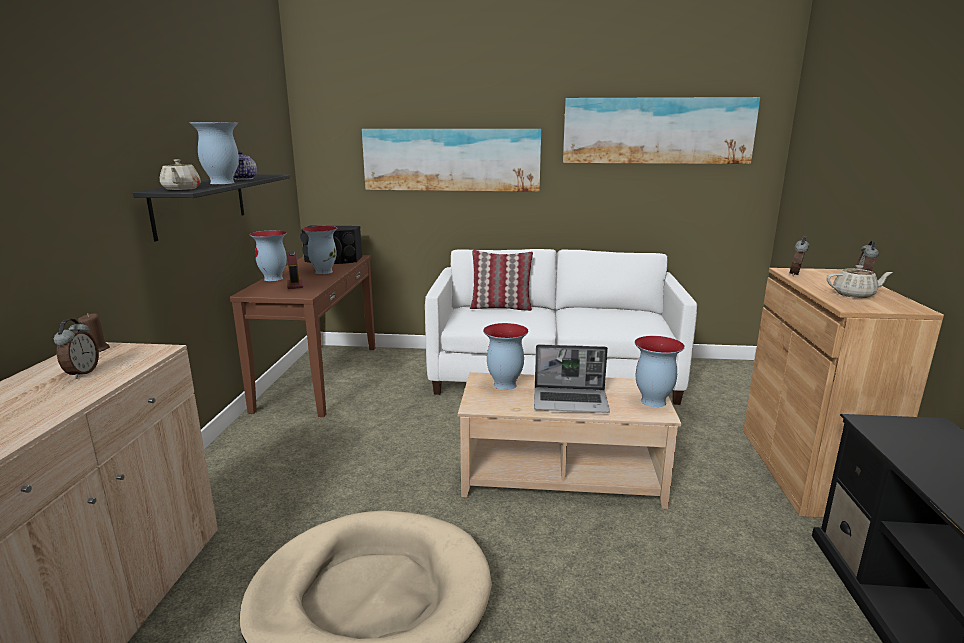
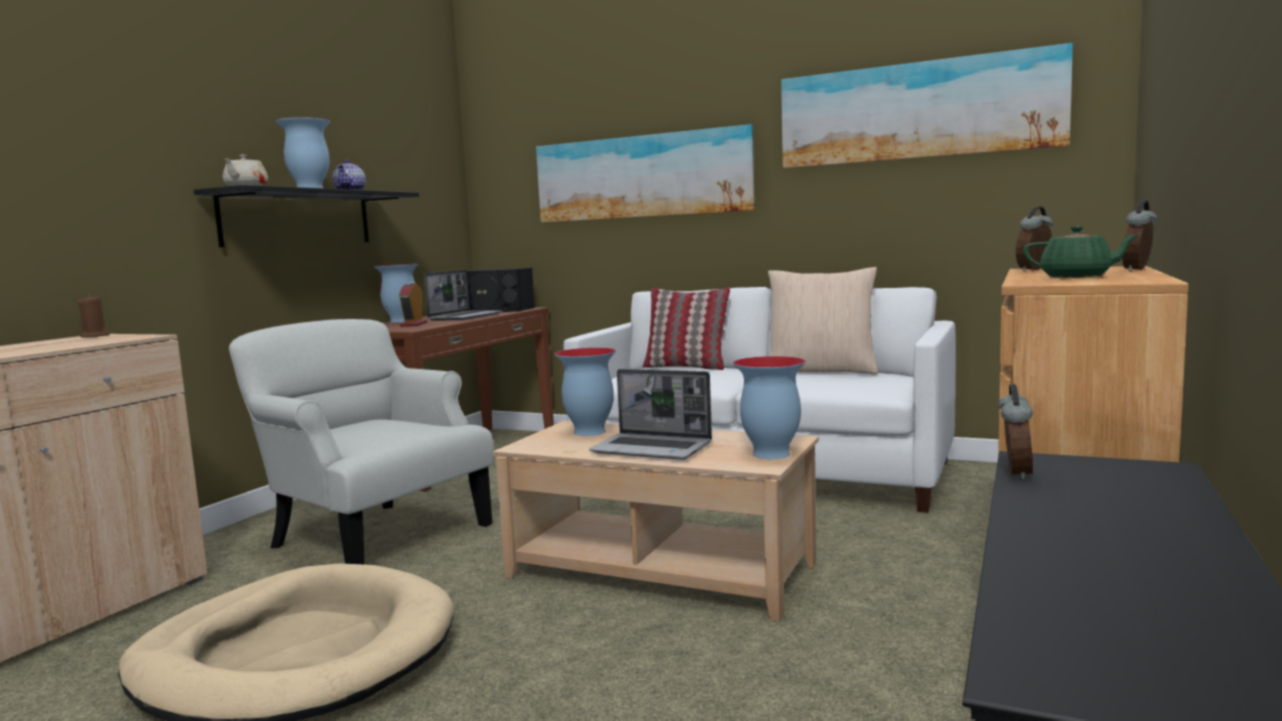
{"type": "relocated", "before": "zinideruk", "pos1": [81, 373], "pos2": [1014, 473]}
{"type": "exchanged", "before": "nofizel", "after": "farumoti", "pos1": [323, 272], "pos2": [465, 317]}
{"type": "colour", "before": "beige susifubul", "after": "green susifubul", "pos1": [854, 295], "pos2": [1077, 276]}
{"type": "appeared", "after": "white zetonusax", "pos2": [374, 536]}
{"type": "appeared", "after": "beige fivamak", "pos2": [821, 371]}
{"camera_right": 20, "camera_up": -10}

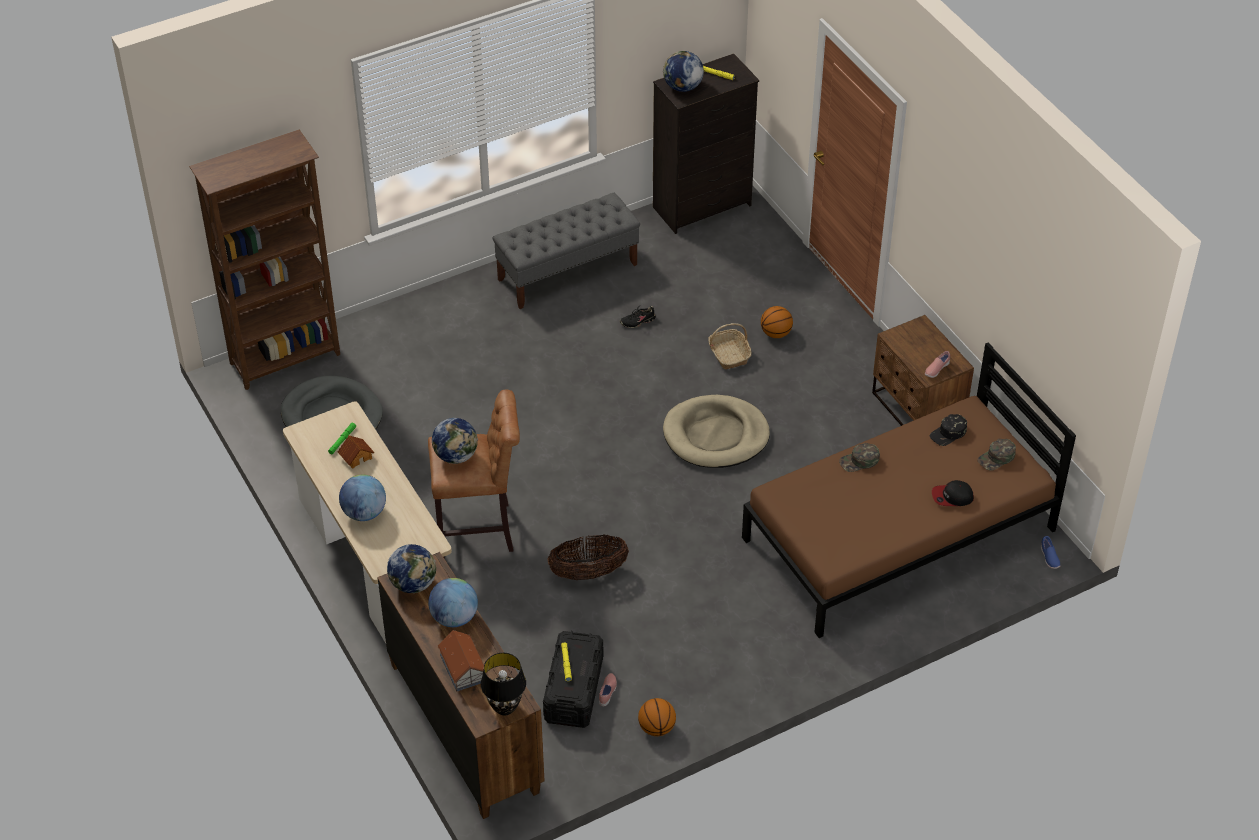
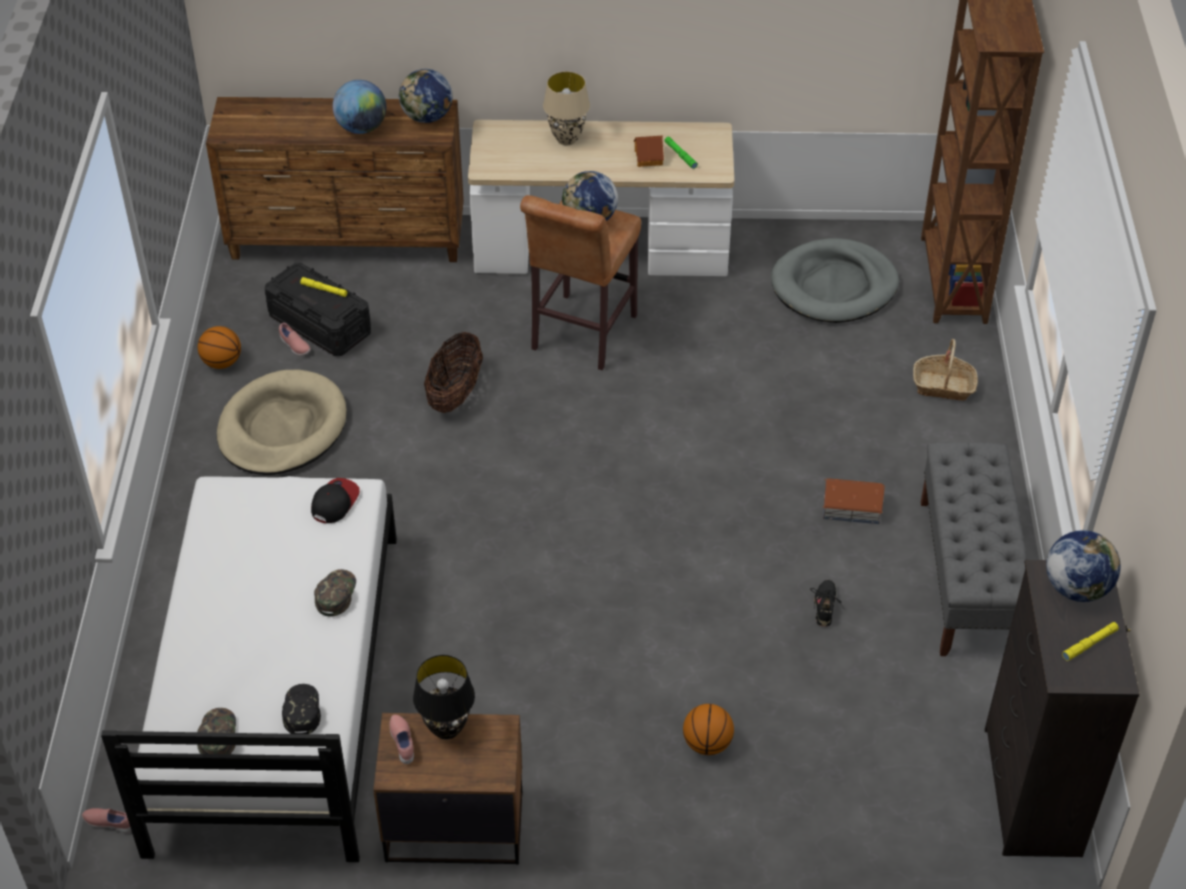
{"type": "exchanged", "before": "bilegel", "after": "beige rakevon", "pos1": [364, 513], "pos2": [566, 139]}
{"type": "relocated", "before": "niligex", "pos1": [463, 667], "pos2": [852, 508]}
{"type": "relocated", "before": "black rakevon", "pos1": [504, 708], "pos2": [447, 728]}
{"type": "relocated", "before": "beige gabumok", "pos1": [716, 435], "pos2": [282, 428]}
{"type": "relocated", "before": "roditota", "pos1": [729, 354], "pos2": [943, 386]}
{"type": "colour", "before": "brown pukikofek", "after": "white pukikofek", "pos1": [899, 534], "pos2": [276, 688]}
{"type": "relocated", "before": "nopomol", "pos1": [952, 497], "pos2": [334, 502]}
{"type": "colour", "before": "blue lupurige", "after": "pink lupurige", "pos1": [1049, 558], "pos2": [109, 823]}
{"camera_right": 120, "camera_up": 0}

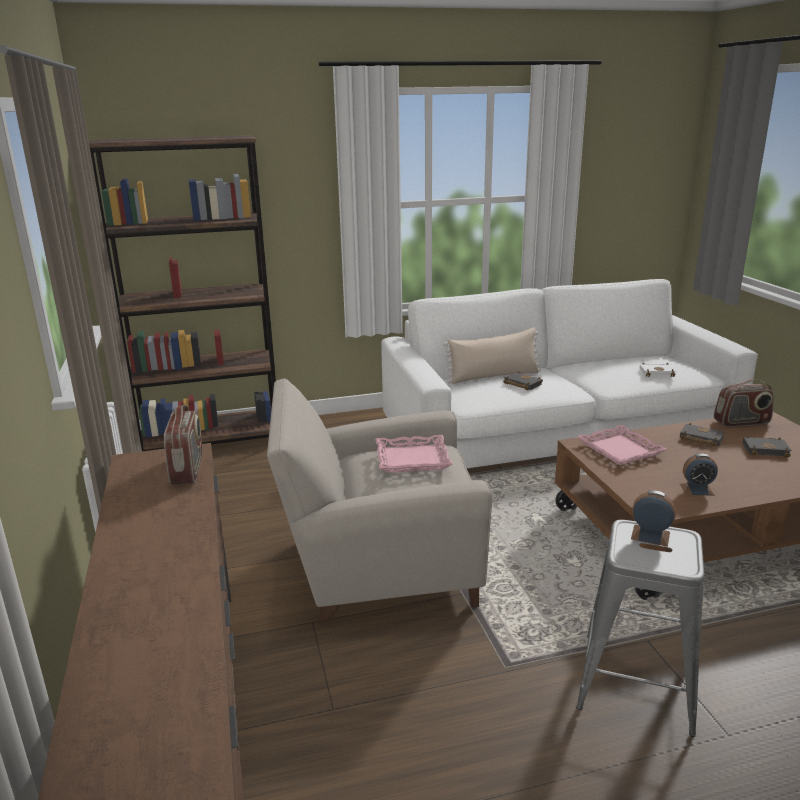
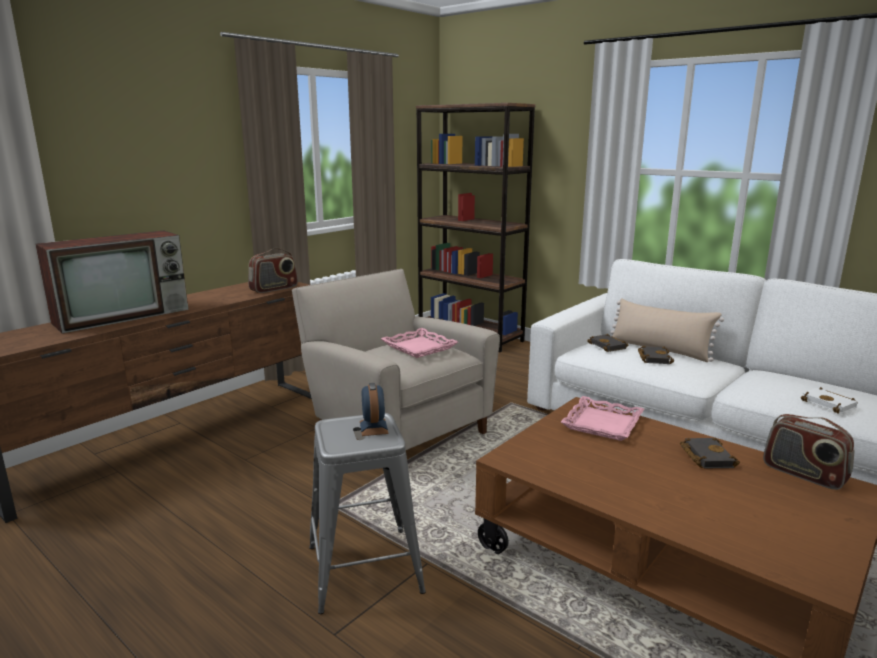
{"type": "missing", "before": "zinideruk", "pos1": [696, 489]}
{"type": "relocated", "before": "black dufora", "pos1": [766, 449], "pos2": [609, 346]}
{"type": "appeared", "after": "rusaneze", "pos2": [124, 315]}
{"camera_right": 55, "camera_up": -5}

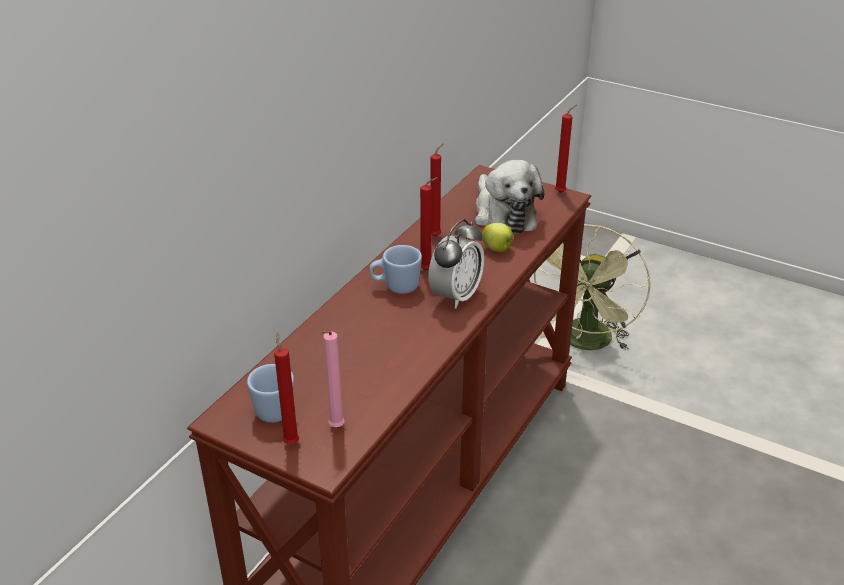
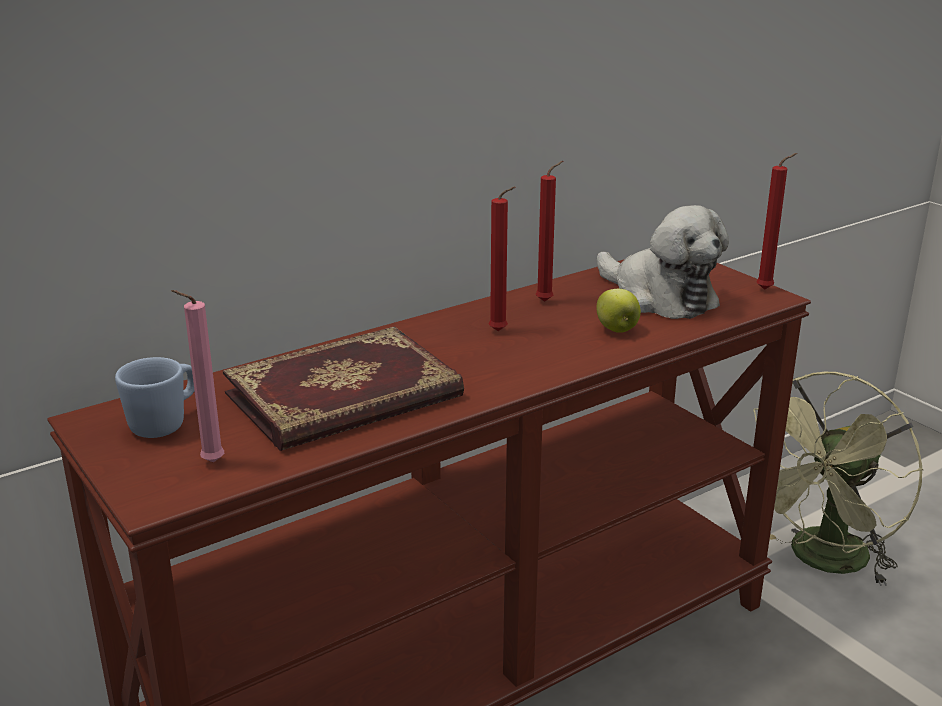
{"type": "missing", "before": "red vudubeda", "pos1": [291, 441]}
{"type": "missing", "before": "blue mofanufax", "pos1": [395, 287]}
{"type": "missing", "before": "zinideruk", "pos1": [455, 296]}
{"type": "spun", "before": "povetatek", "pos1": [503, 215], "pos2": [659, 297], "turn": -45}
{"type": "appeared", "after": "dufora", "pos2": [345, 397]}
{"camera_right": 25, "camera_up": -10}

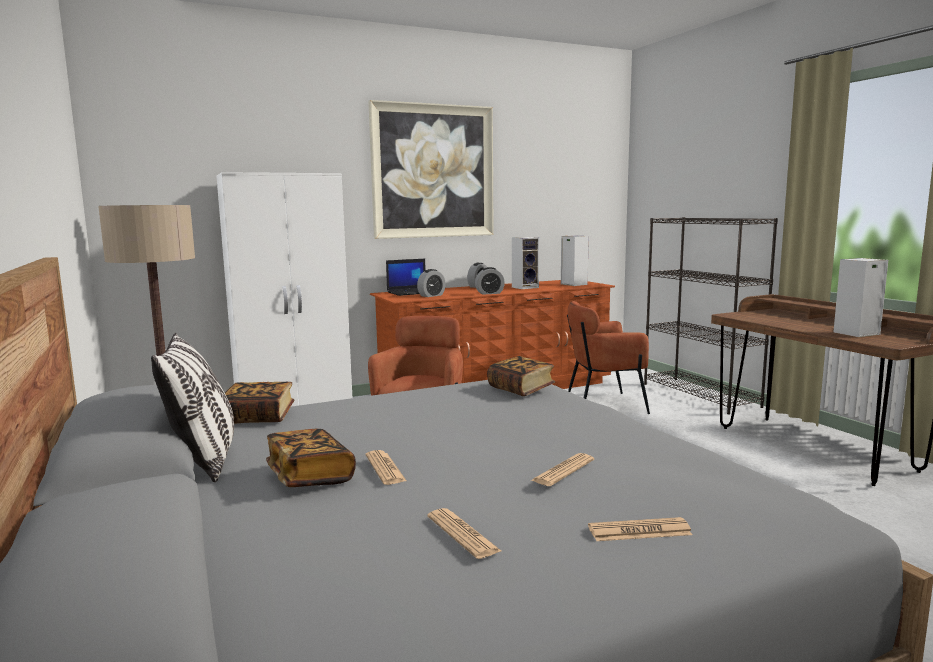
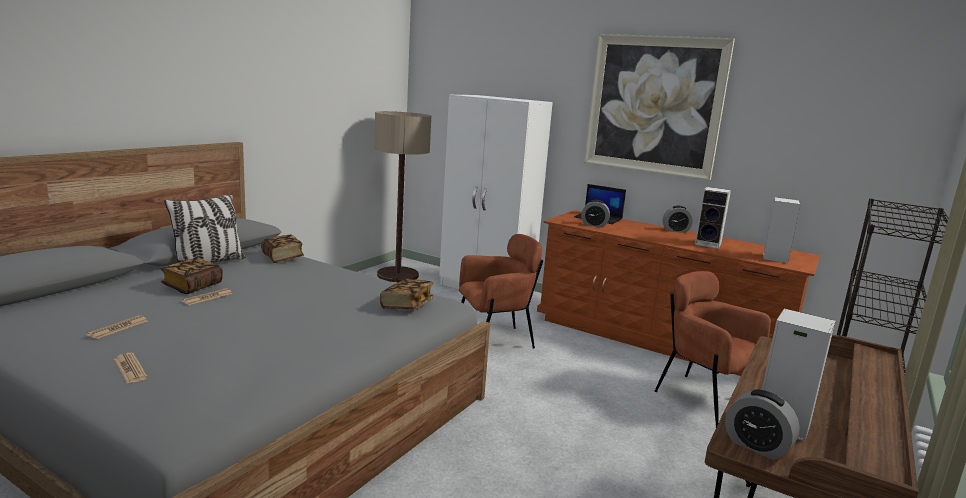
{"type": "relocated", "before": "zinideruk", "pos1": [489, 293], "pos2": [756, 446]}
{"type": "missing", "before": "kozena", "pos1": [563, 470]}
{"camera_right": 55, "camera_up": 5}

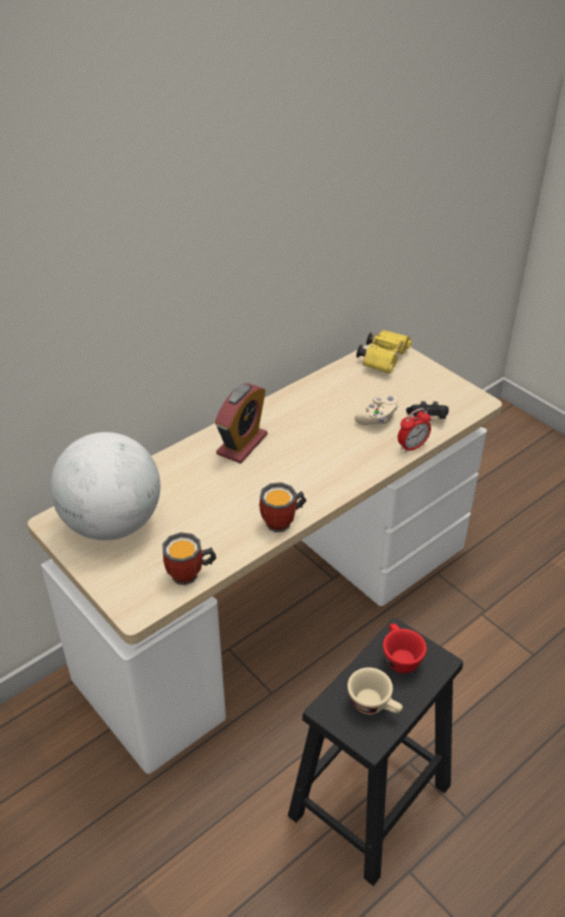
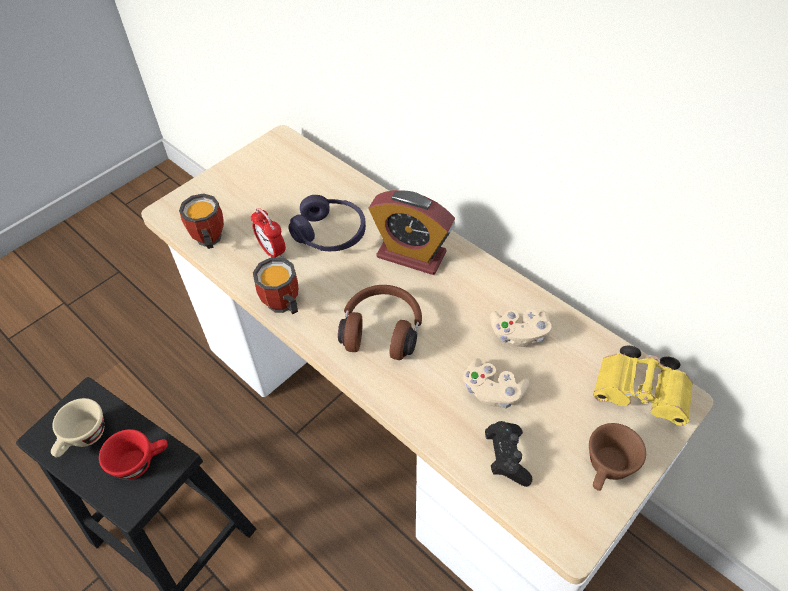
{"type": "missing", "before": "bilegel", "pos1": [112, 523]}
{"type": "relocated", "before": "zinideruk", "pos1": [412, 447], "pos2": [272, 251]}
{"type": "appeared", "after": "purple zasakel", "pos2": [330, 234]}
{"type": "appeared", "after": "brown zasakel", "pos2": [382, 330]}
{"type": "appeared", "after": "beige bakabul", "pos2": [518, 334]}
{"type": "appeared", "after": "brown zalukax", "pos2": [607, 470]}
{"camera_right": 85, "camera_up": 10}

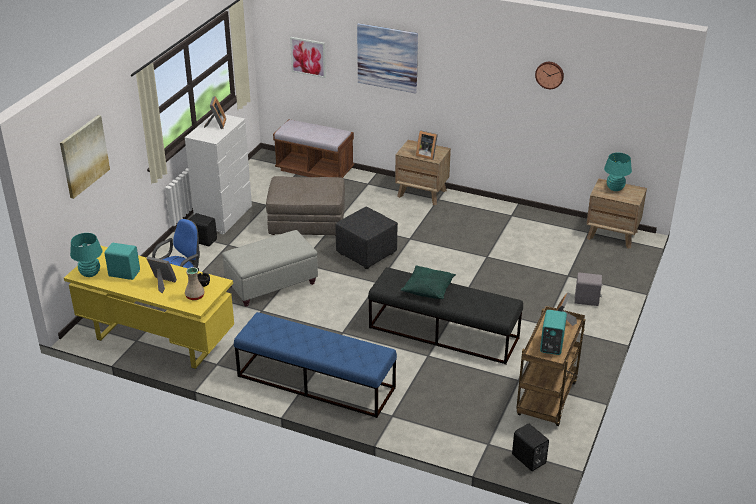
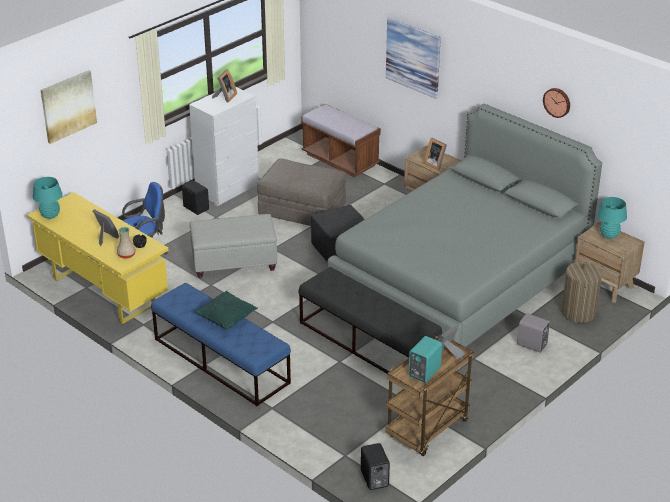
{"type": "missing", "before": "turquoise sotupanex", "pos1": [124, 273]}
{"type": "missing", "before": "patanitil", "pos1": [308, 57]}
{"type": "relocated", "before": "green fivamak", "pos1": [428, 289], "pos2": [226, 316]}
{"type": "appeared", "after": "grey pukikofek", "pos2": [460, 280]}
{"type": "appeared", "after": "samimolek", "pos2": [578, 312]}
{"camera_right": 20, "camera_up": 0}

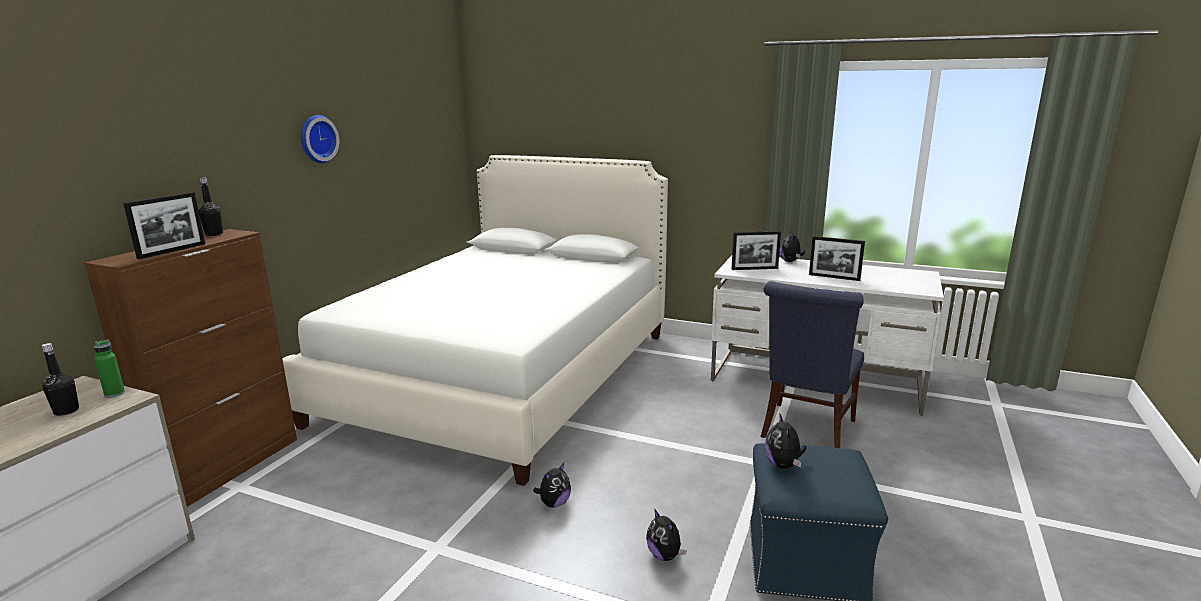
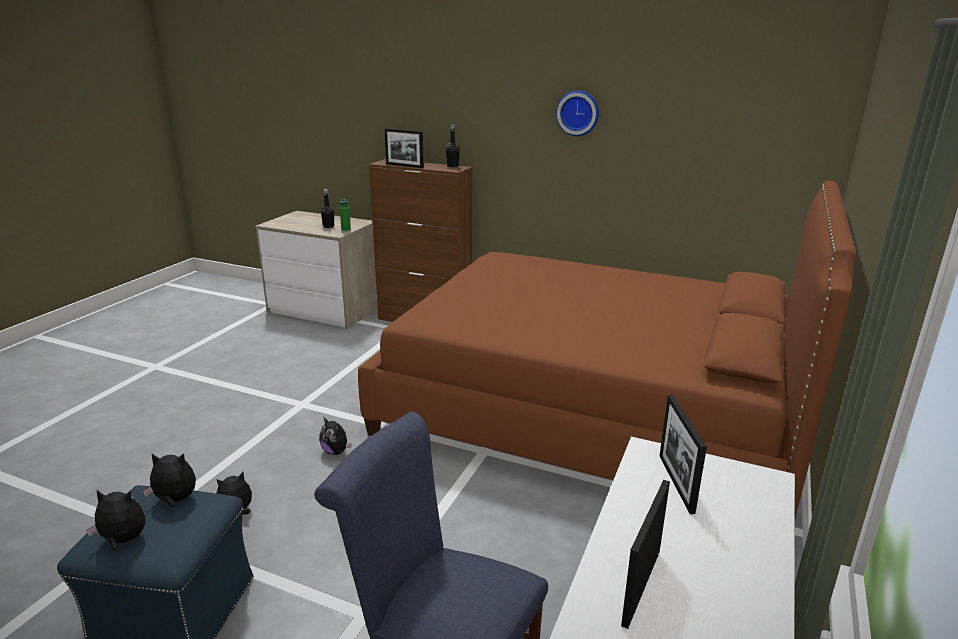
{"type": "colour", "before": "white pukikofek", "after": "brown pukikofek", "pos1": [505, 375], "pos2": [592, 412]}
{"type": "relocated", "before": "povetatek", "pos1": [790, 261], "pos2": [123, 541]}
{"camera_right": 90, "camera_up": 5}

